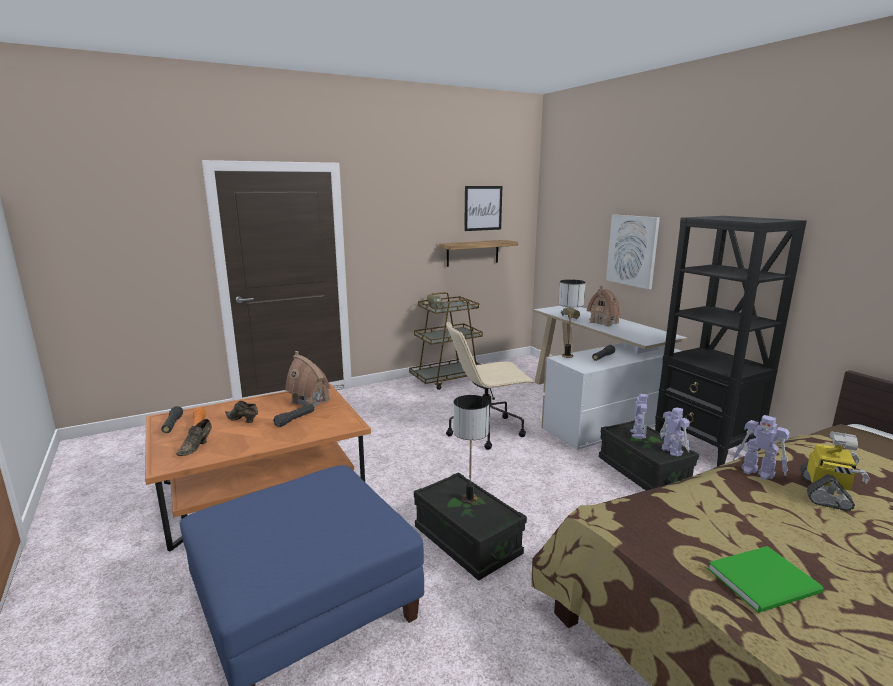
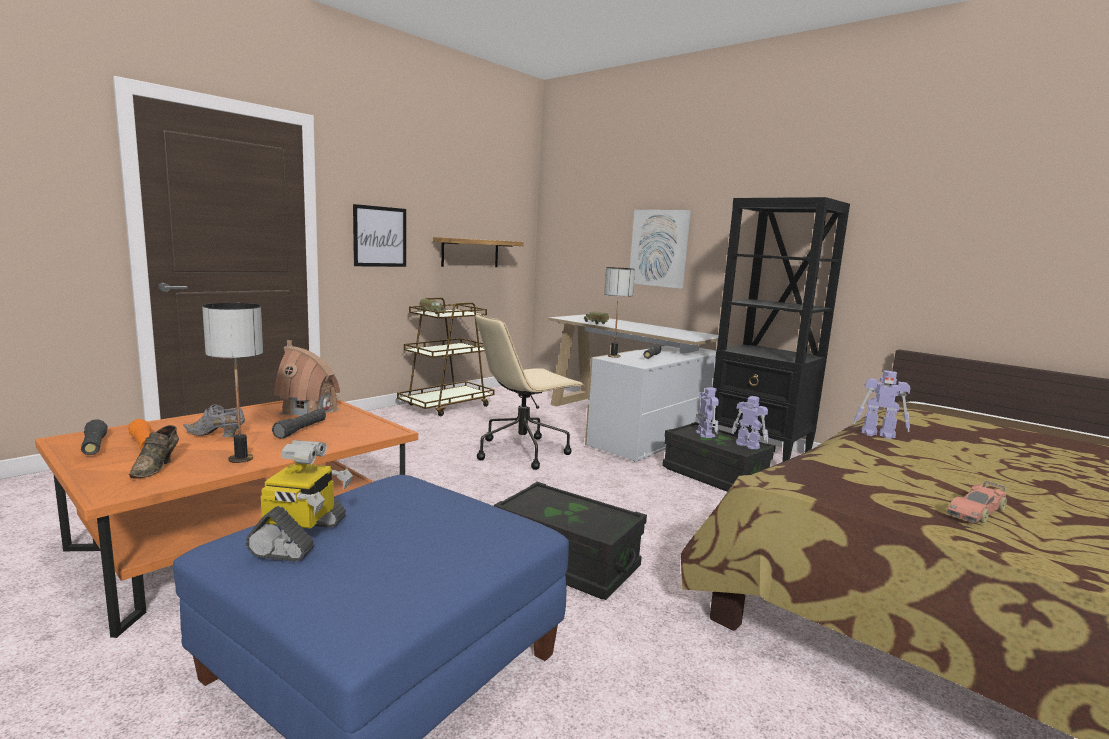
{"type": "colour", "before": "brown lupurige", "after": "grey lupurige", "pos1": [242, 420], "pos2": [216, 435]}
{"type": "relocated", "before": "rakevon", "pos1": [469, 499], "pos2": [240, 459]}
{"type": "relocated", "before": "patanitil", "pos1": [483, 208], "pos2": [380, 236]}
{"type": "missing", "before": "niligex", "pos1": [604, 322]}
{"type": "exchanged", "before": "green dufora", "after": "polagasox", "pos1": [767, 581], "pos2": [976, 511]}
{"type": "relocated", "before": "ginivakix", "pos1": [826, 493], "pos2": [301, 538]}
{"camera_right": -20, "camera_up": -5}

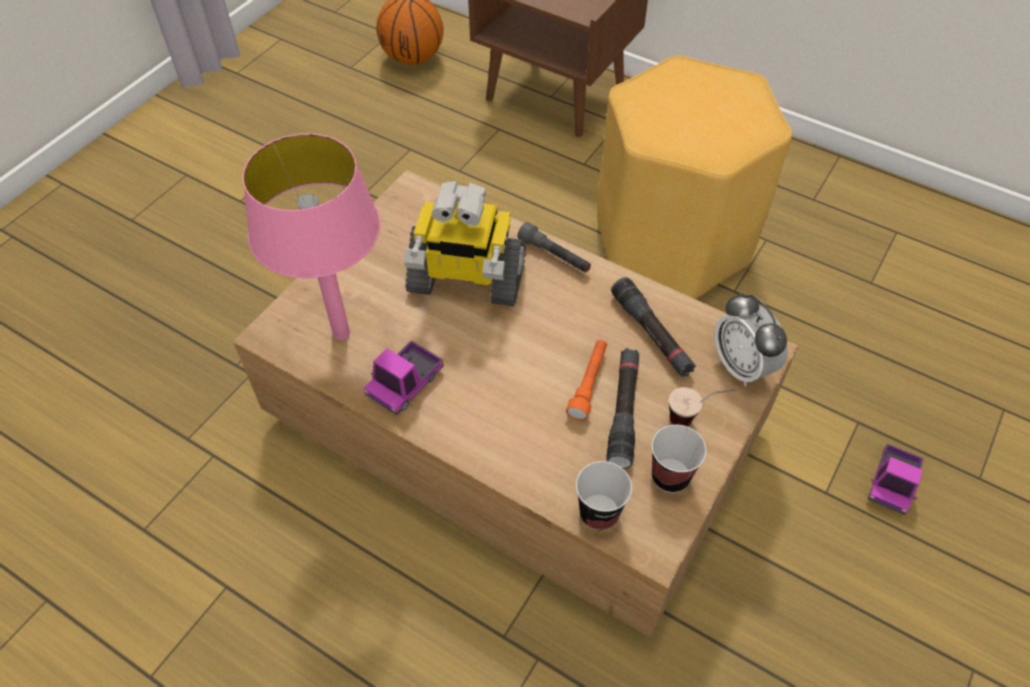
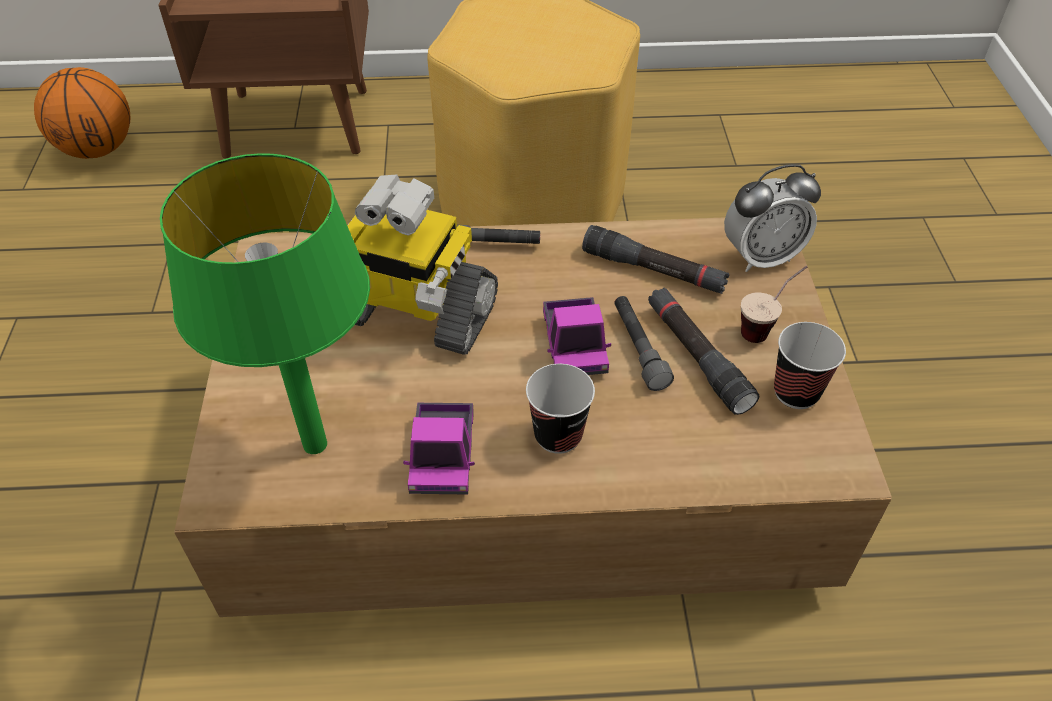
{"type": "colour", "before": "pink rakevon", "after": "green rakevon", "pos1": [340, 333], "pos2": [313, 444]}
{"type": "spun", "before": "ginivakix", "pos1": [465, 279], "pos2": [413, 313], "turn": 45}
{"type": "colour", "before": "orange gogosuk", "after": "grey gogosuk", "pos1": [588, 384], "pos2": [638, 349]}
{"type": "relocated", "before": "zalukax", "pos1": [599, 513], "pos2": [558, 435]}
{"type": "spun", "before": "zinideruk", "pos1": [742, 366], "pos2": [761, 257], "turn": -45}
{"type": "relocated", "before": "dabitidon", "pos1": [892, 483], "pos2": [574, 346]}
{"camera_right": -35, "camera_up": -5}

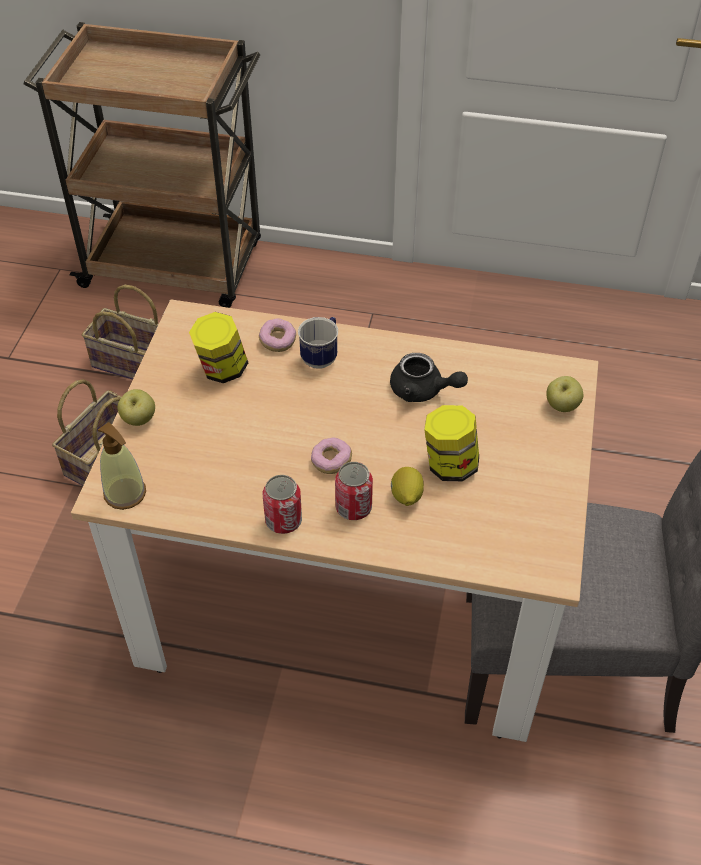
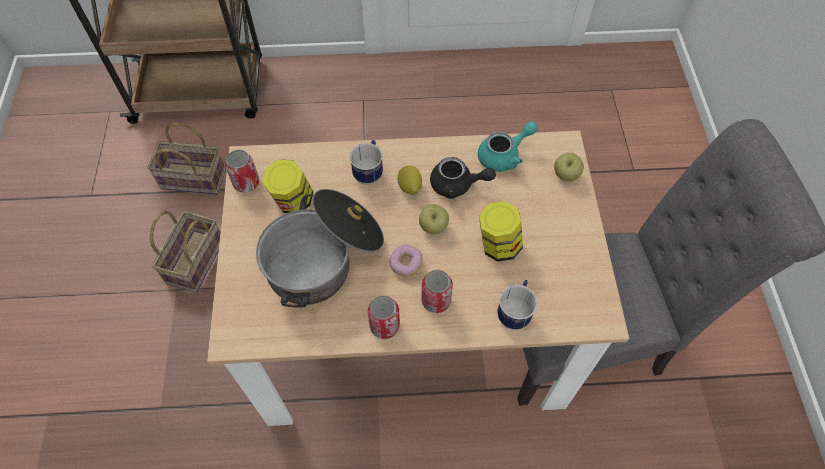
{"type": "missing", "before": "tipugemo", "pos1": [125, 493]}
{"type": "relocated", "before": "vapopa", "pos1": [139, 420], "pos2": [433, 227]}
{"type": "missing", "before": "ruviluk", "pos1": [278, 341]}
{"type": "relocated", "before": "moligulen", "pos1": [406, 496], "pos2": [409, 187]}
{"type": "appeared", "after": "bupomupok", "pos2": [246, 183]}
{"type": "appeared", "after": "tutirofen", "pos2": [325, 258]}
{"type": "appeared", "after": "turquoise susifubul", "pos2": [504, 156]}
{"type": "appeared", "after": "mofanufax", "pos2": [515, 312]}
{"camera_right": -15, "camera_up": 10}

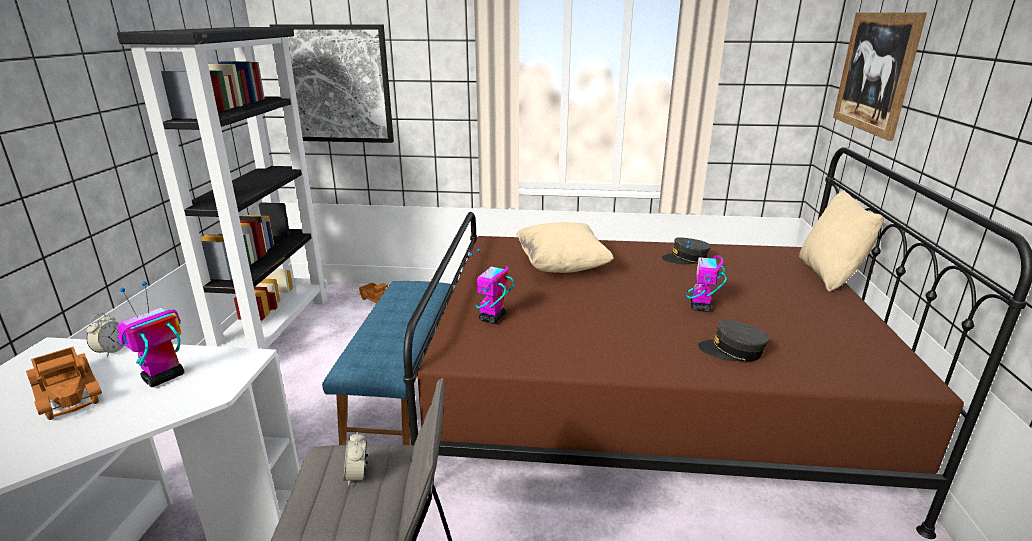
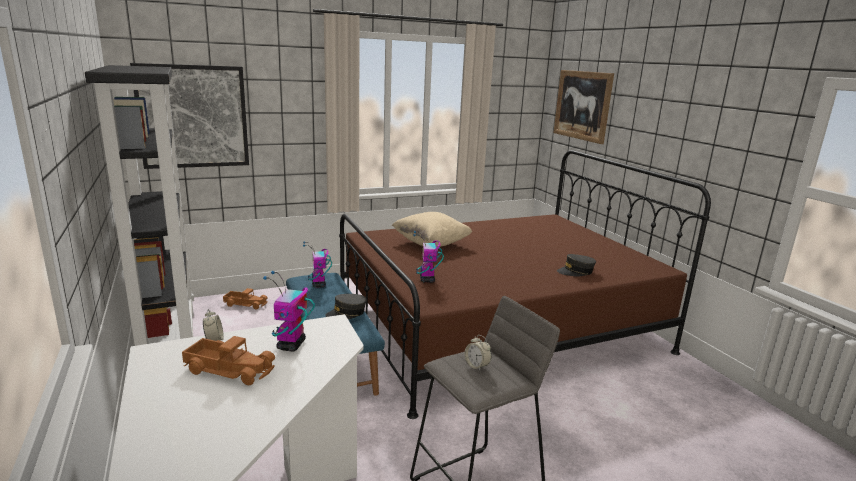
{"type": "relocated", "before": "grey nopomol", "pos1": [685, 259], "pos2": [346, 313]}
{"type": "relocated", "before": "ginivakix", "pos1": [700, 307], "pos2": [318, 285]}
{"type": "missing", "before": "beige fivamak", "pos1": [830, 275]}
{"camera_right": -30, "camera_up": -5}

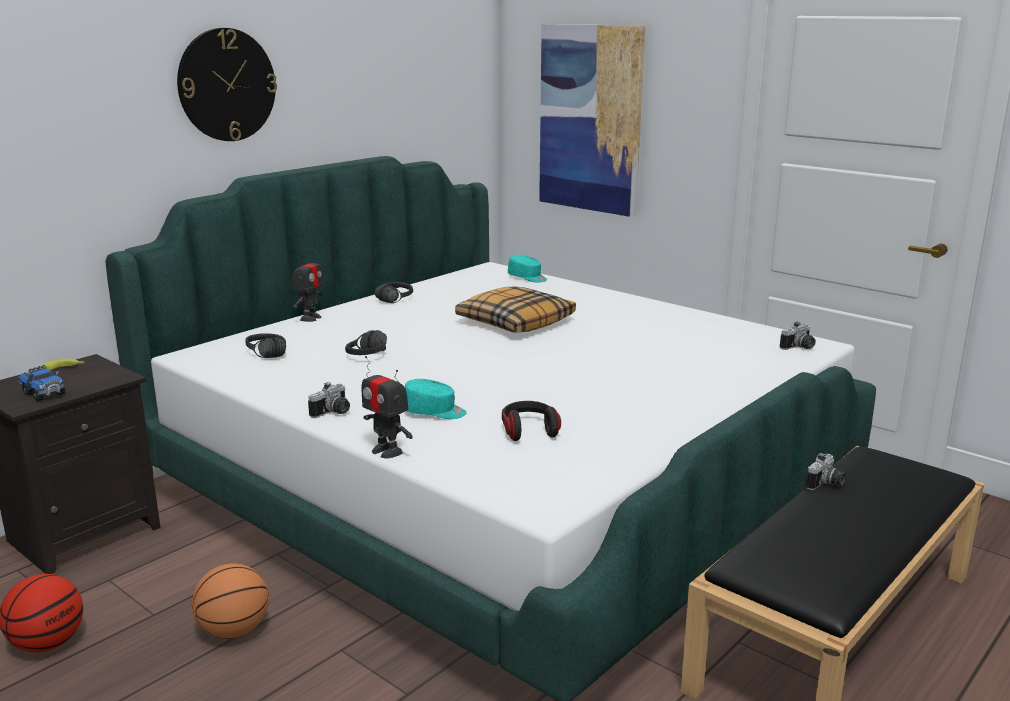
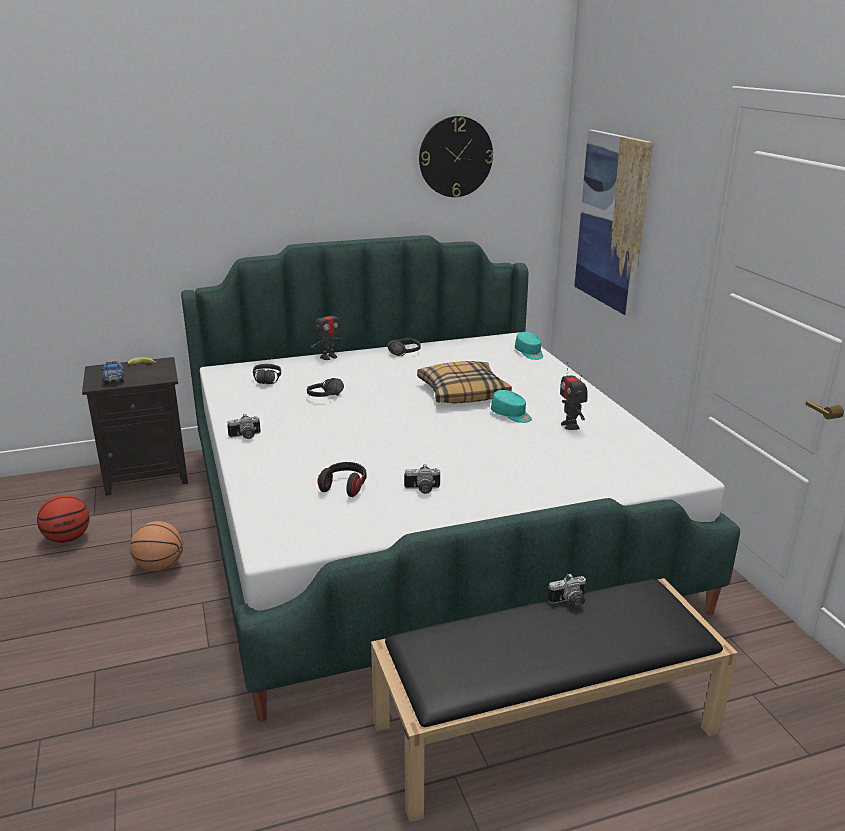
{"type": "relocated", "before": "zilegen", "pos1": [226, 85], "pos2": [455, 157]}
{"type": "relocated", "before": "ginivakix", "pos1": [387, 451], "pos2": [570, 425]}
{"type": "relocated", "before": "turquoise nopomol", "pos1": [434, 412], "pos2": [511, 415]}
{"type": "relocated", "before": "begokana", "pos1": [799, 348], "pos2": [422, 490]}
{"camera_right": 30, "camera_up": 5}

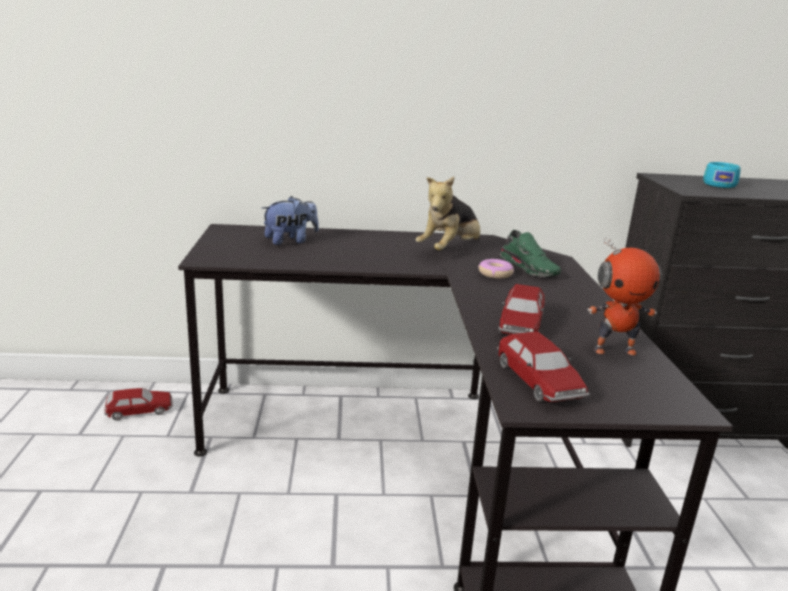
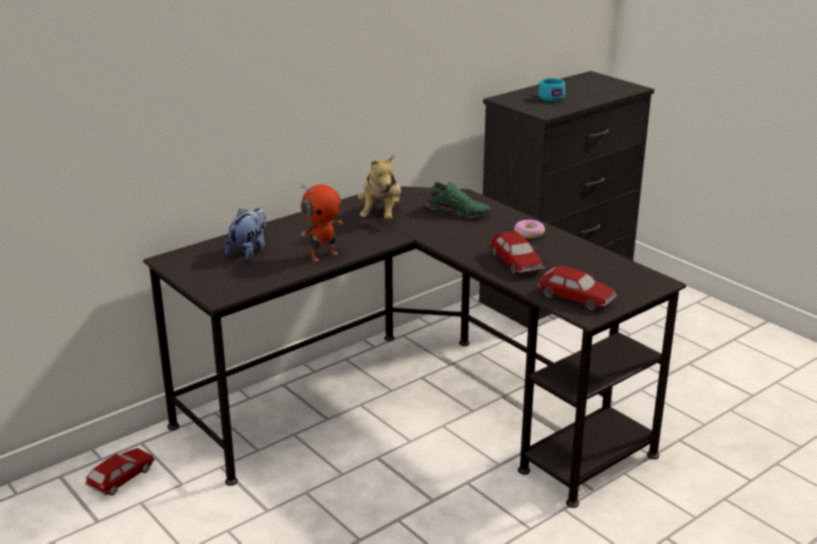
{"type": "relocated", "before": "ruviluk", "pos1": [495, 274], "pos2": [529, 233]}
{"type": "relocated", "before": "ginivakix", "pos1": [614, 350], "pos2": [323, 255]}
{"camera_right": -35, "camera_up": 5}

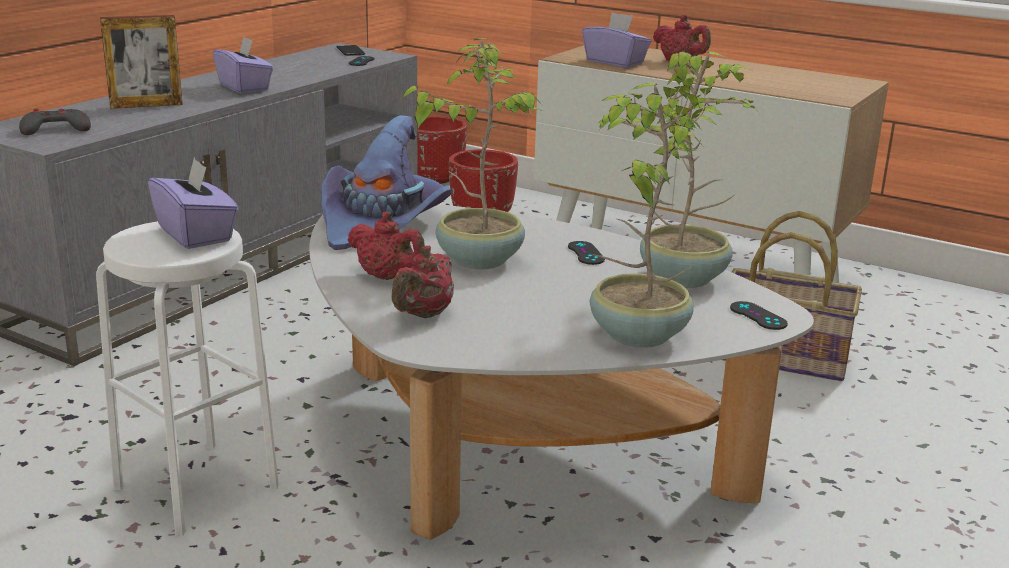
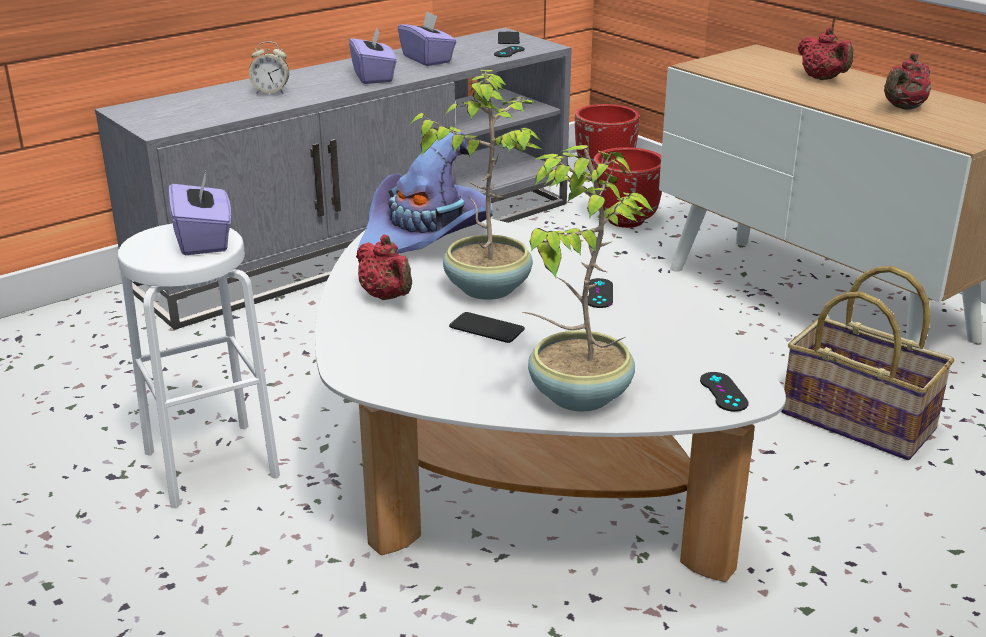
{"type": "missing", "before": "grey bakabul", "pos1": [55, 129]}
{"type": "exchanged", "before": "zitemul", "after": "zinideruk", "pos1": [146, 105], "pos2": [271, 92]}
{"type": "relocated", "before": "red susifubul", "pos1": [423, 315], "pos2": [903, 108]}
{"type": "relocated", "before": "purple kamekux", "pos1": [615, 62], "pos2": [427, 59]}
{"type": "missing", "before": "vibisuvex", "pos1": [685, 278]}
{"type": "appeared", "after": "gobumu", "pos2": [486, 329]}
{"camera_right": 20, "camera_up": 5}

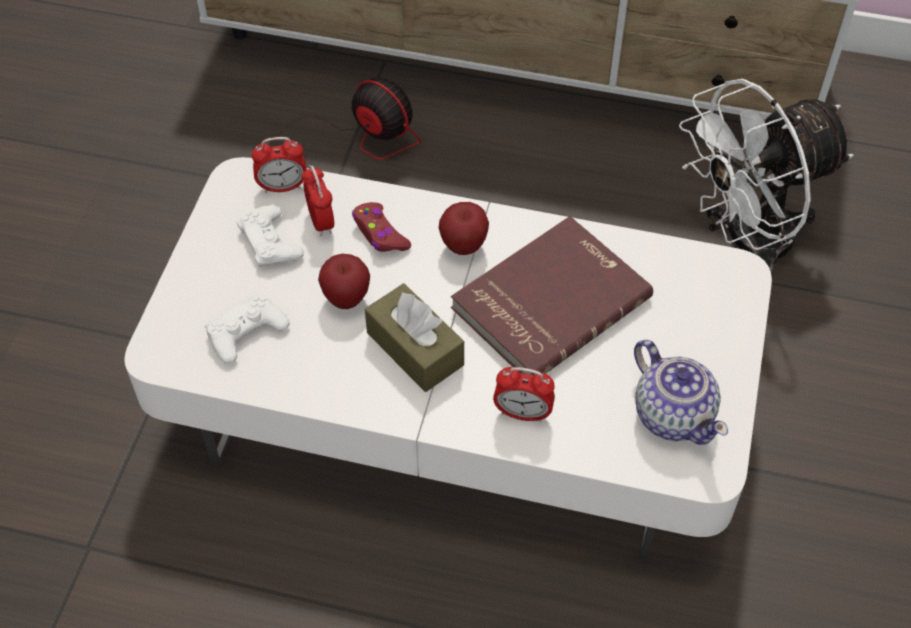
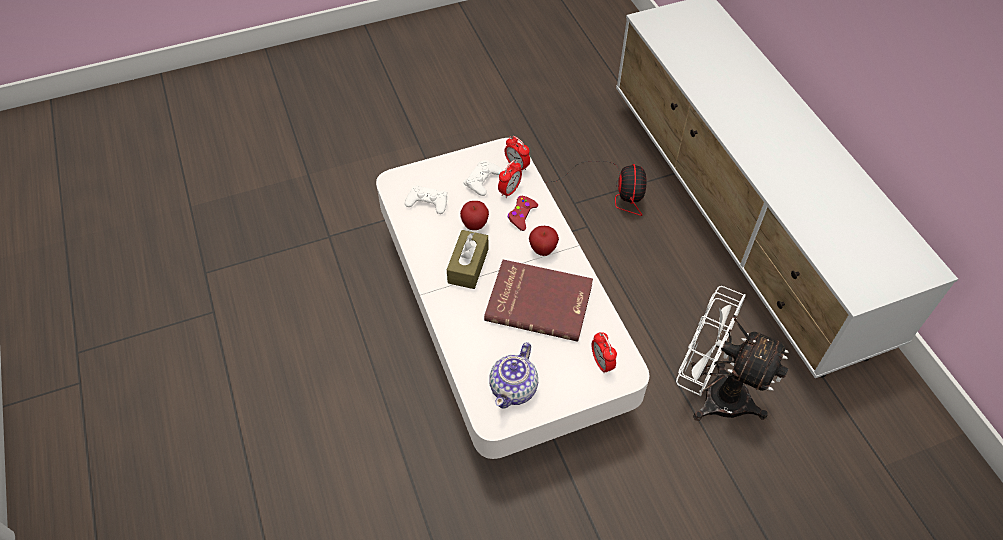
{"type": "relocated", "before": "zinideruk", "pos1": [522, 413], "pos2": [601, 363]}
{"camera_right": 55, "camera_up": 0}

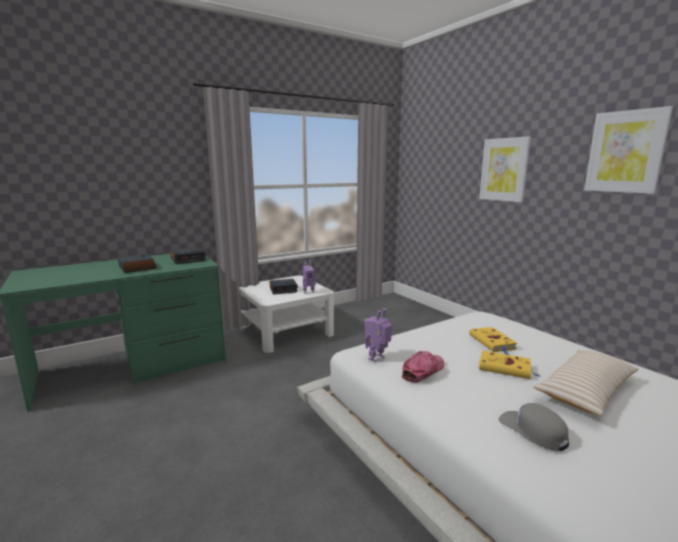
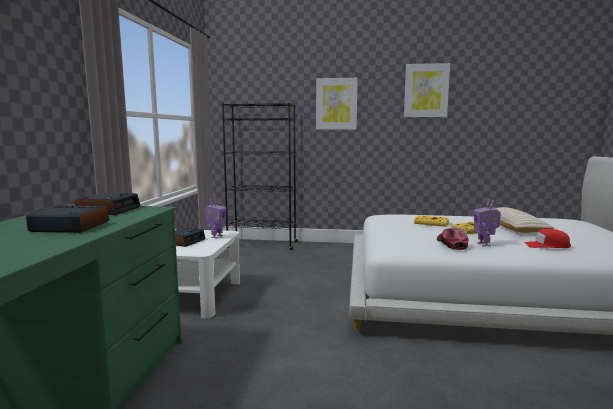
{"type": "relocated", "before": "ginivakix", "pos1": [377, 358], "pos2": [484, 244]}
{"type": "colour", "before": "grey nopomol", "after": "red nopomol", "pos1": [532, 431], "pos2": [546, 245]}
{"type": "appeared", "after": "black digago", "pos2": [262, 244]}
{"camera_right": -50, "camera_up": -5}

